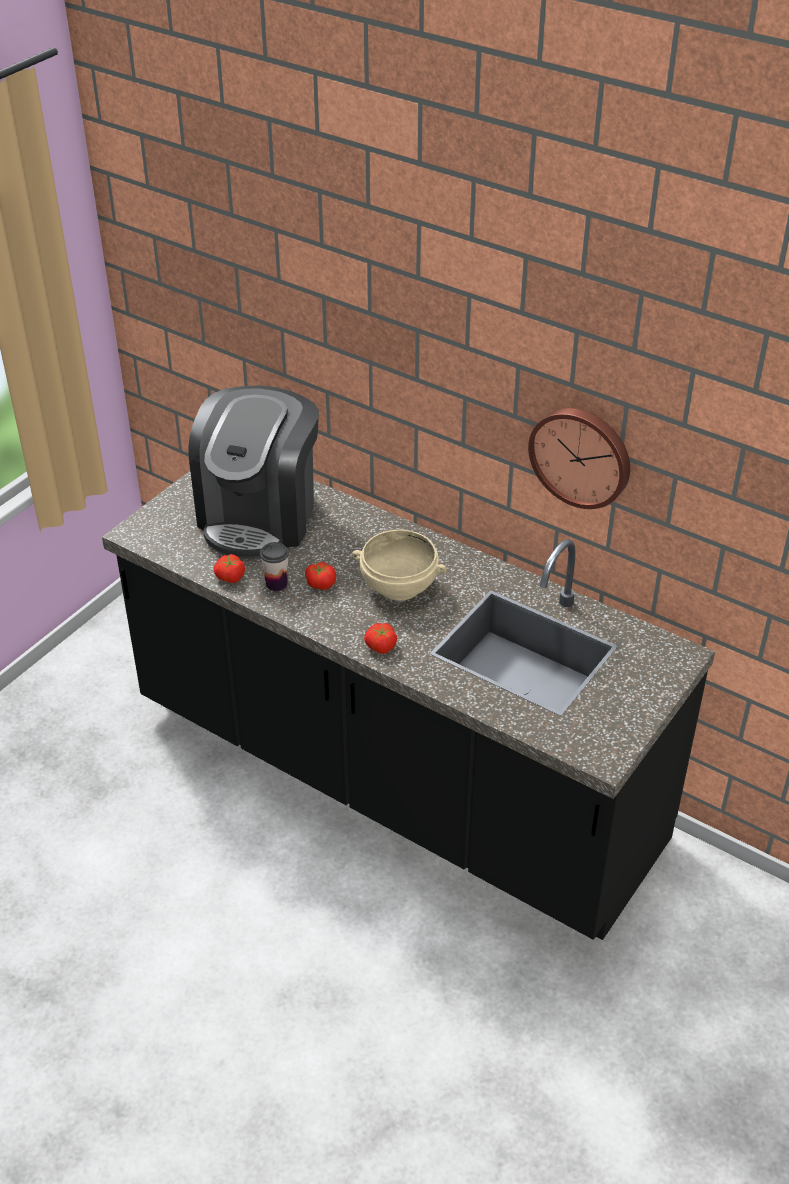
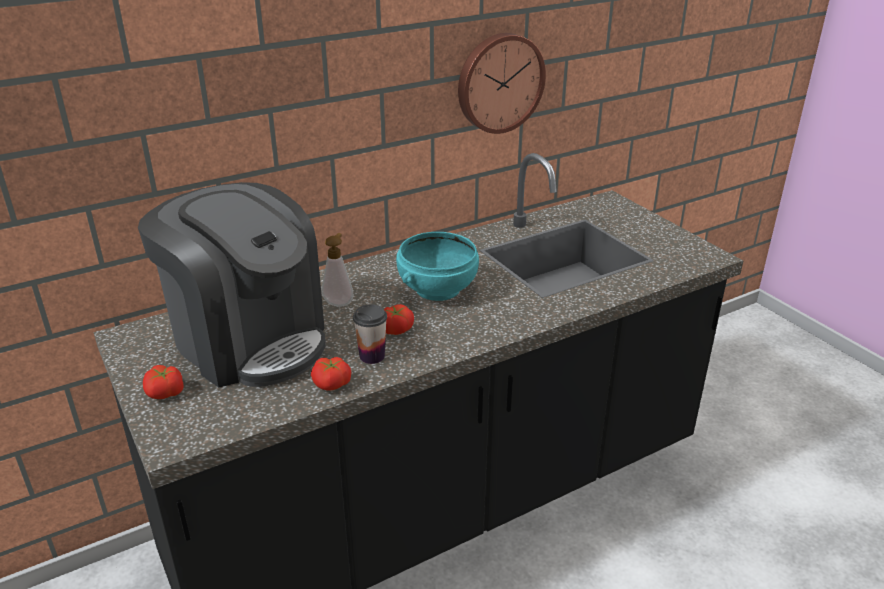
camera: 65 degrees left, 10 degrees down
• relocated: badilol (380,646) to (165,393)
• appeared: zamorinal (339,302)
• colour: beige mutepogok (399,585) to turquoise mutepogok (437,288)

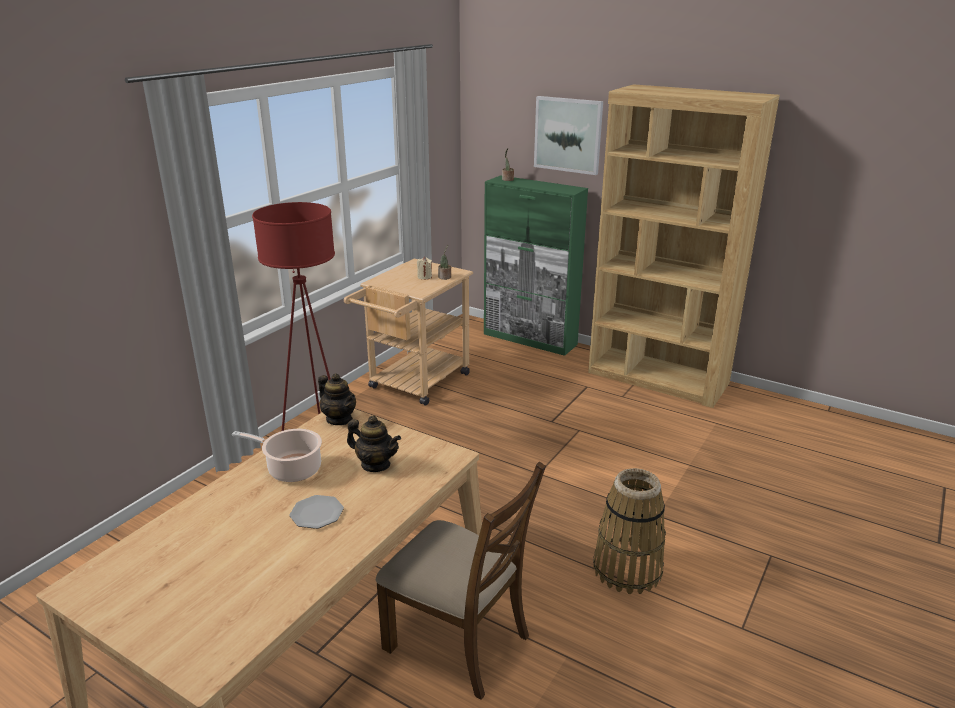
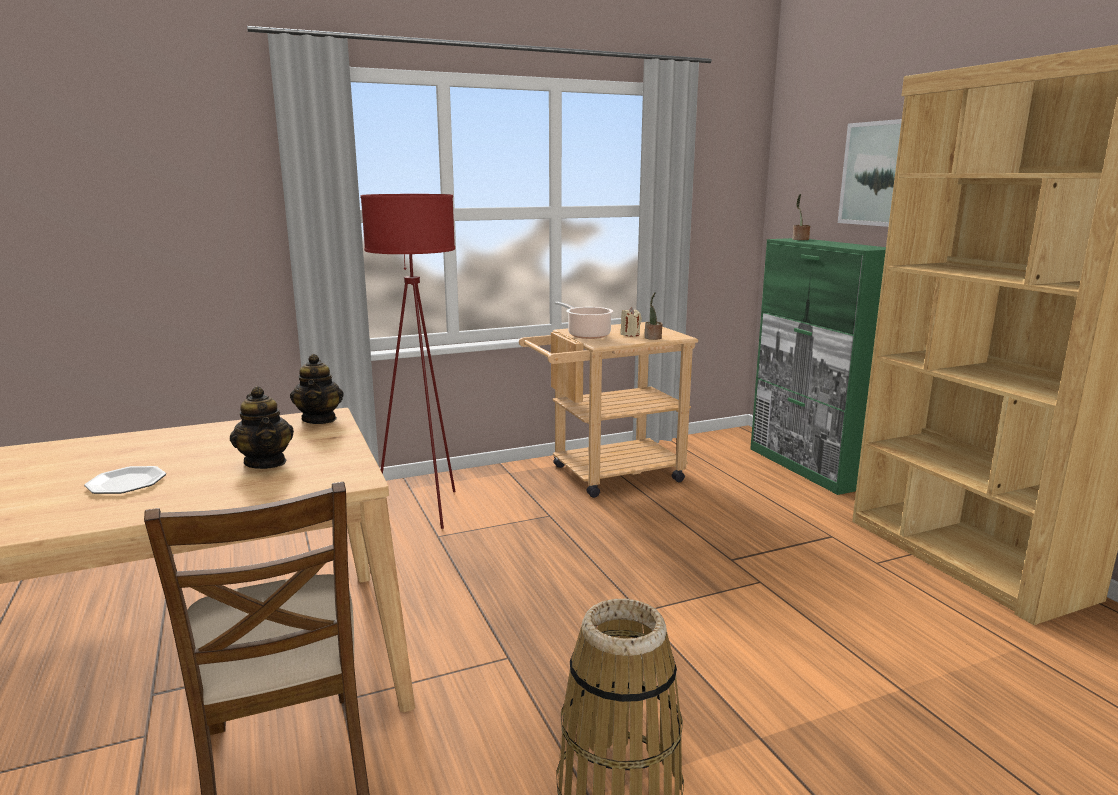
camera: 35 degrees right, 10 degrees down
• relocated: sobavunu (291,469) to (587,335)

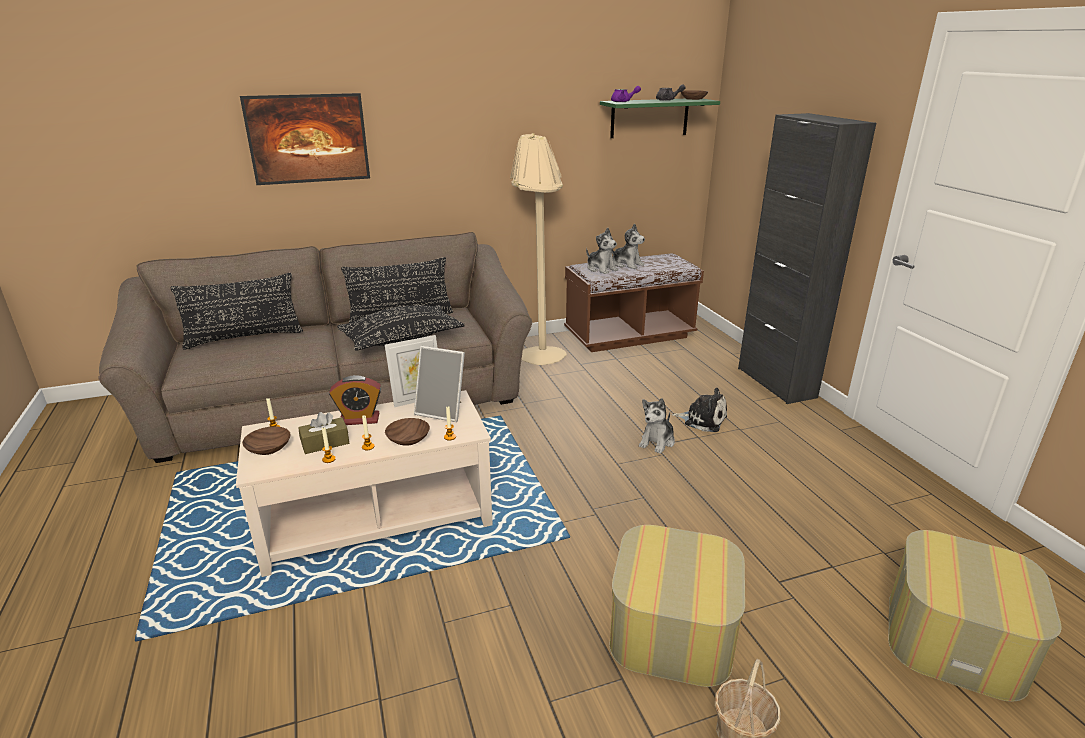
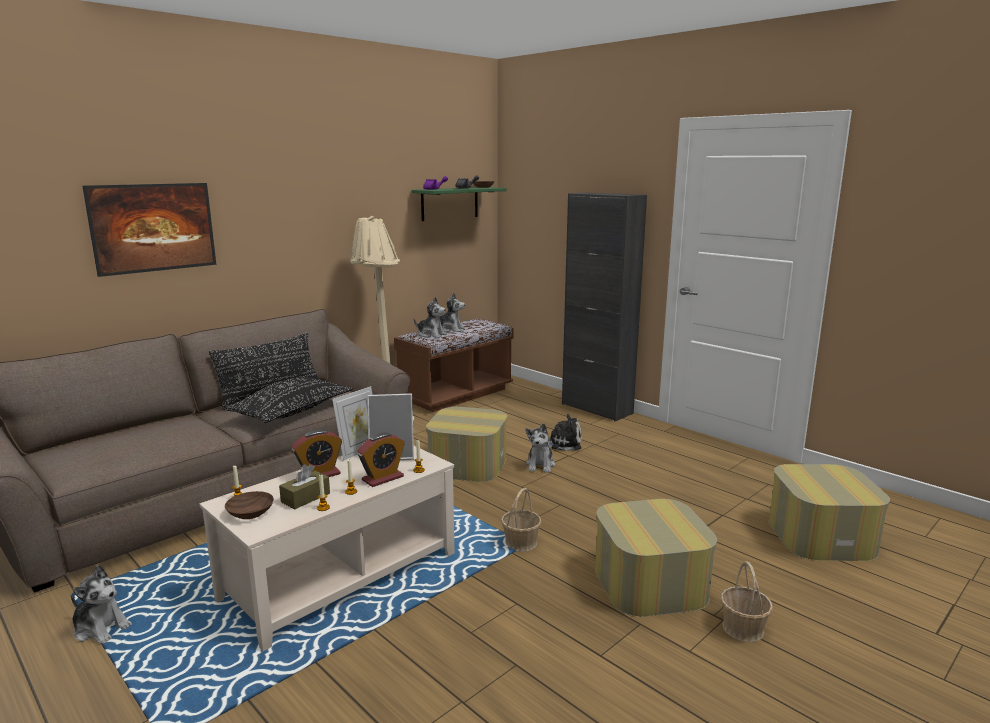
camera: 25 degrees left, 10 degrees down
• appeared: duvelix (101,628)
• exchanged: brown mutepogok (409,438) to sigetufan (382,478)
• appeared: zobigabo (467,464)
• appeared: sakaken (521,542)
• missing: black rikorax (244,337)

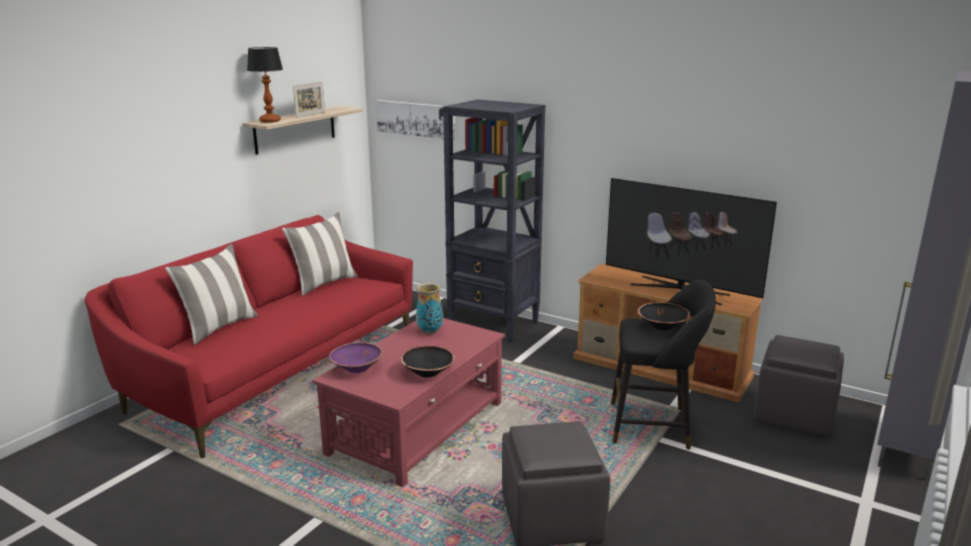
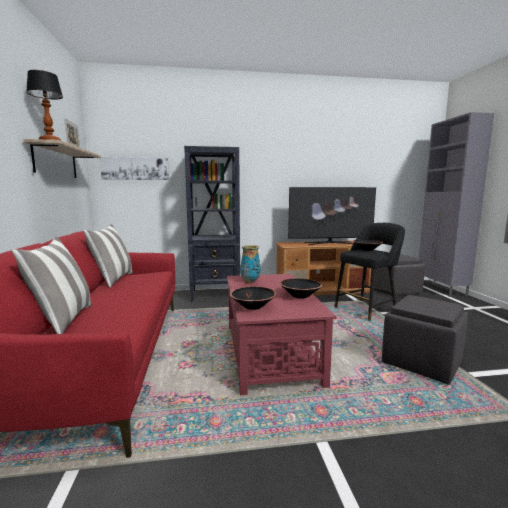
camera: 40 degrees left, 10 degrees down
• colour: purple mutepogok (357,368) to black mutepogok (253,306)

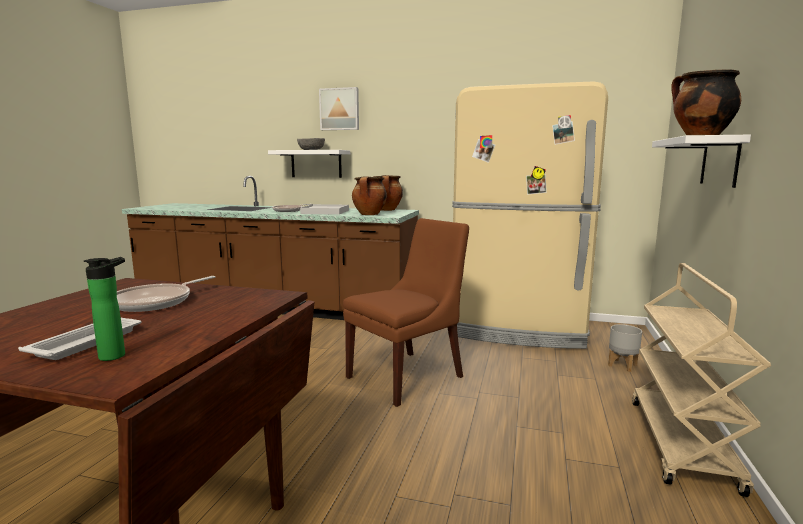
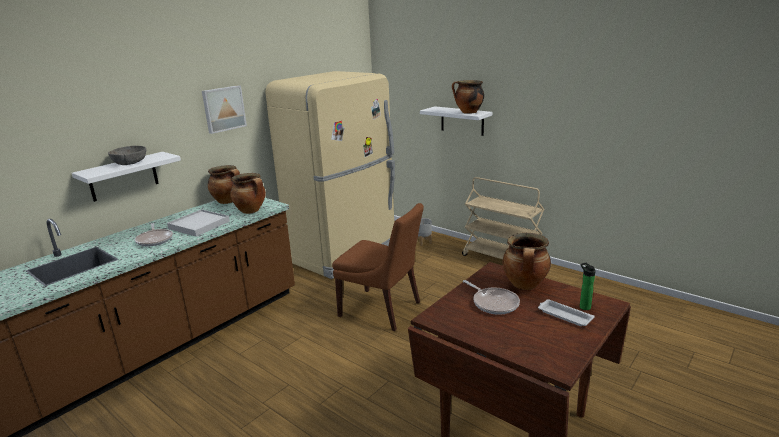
camera: 65 degrees left, 10 degrees up
• relocated: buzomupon (340,109) to (223,109)
• spun: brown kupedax (408,376) = (382,310) 135 degrees clockwise
• appeared: sobavunu (525,285)

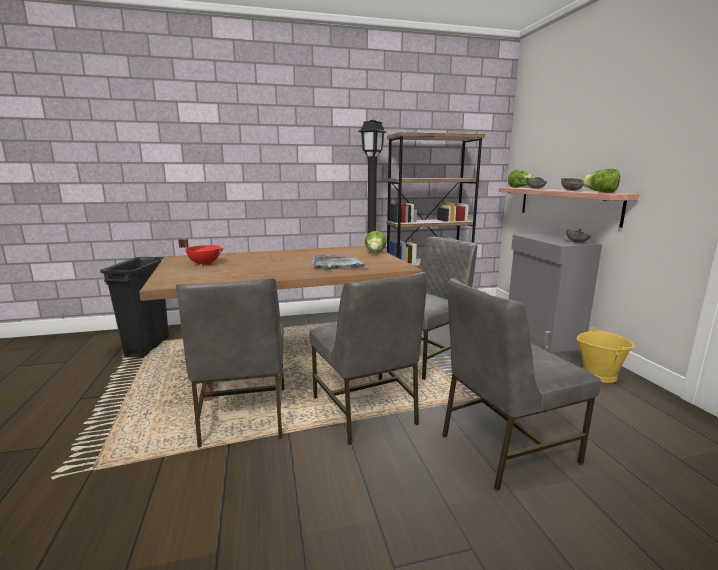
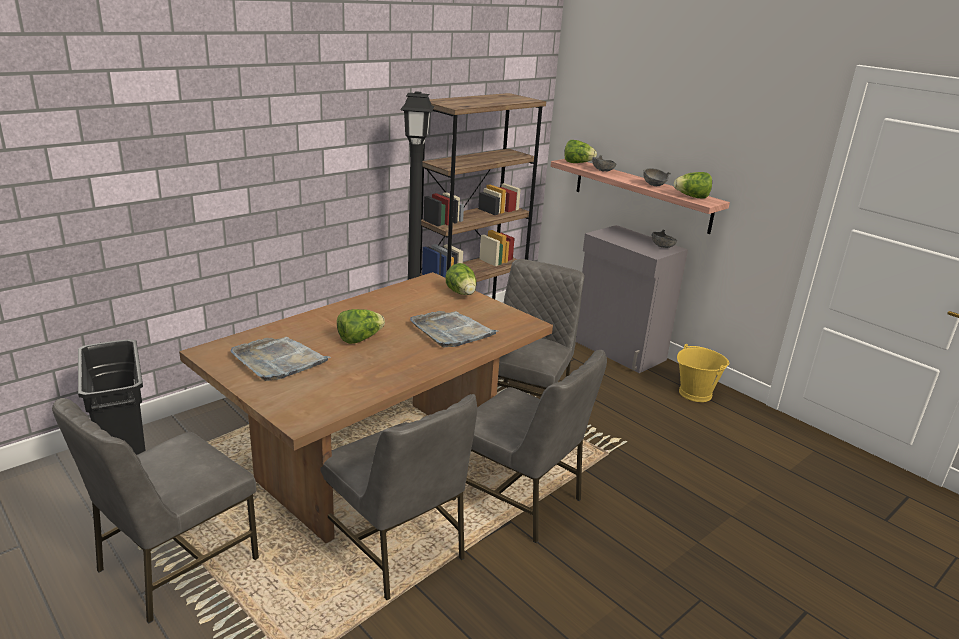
camera: 30 degrees left, 10 degrees up
• relocated: grey kupedax (505,447) to (174,564)
• exchanged: red sobavunu (205,264) to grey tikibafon (279,361)
• appeared: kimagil (359,339)

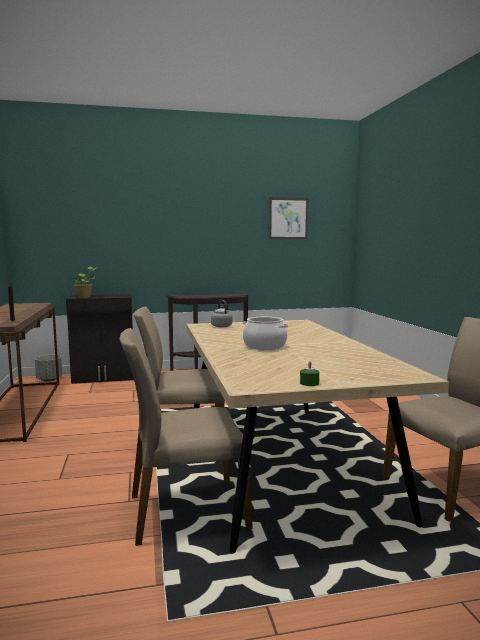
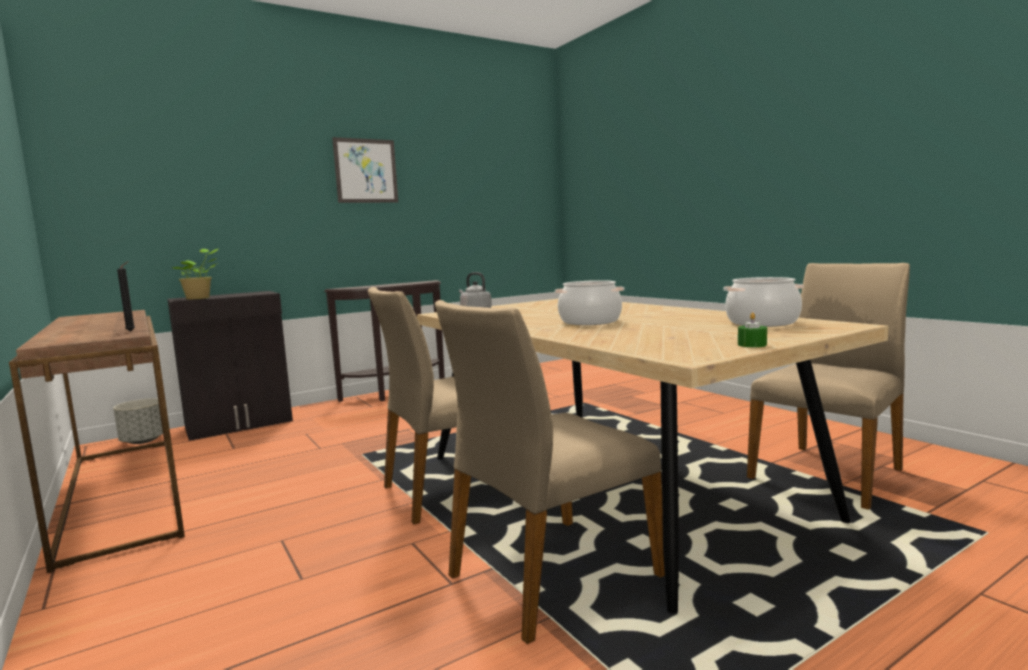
camera: 20 degrees left, 0 degrees up
• relocated: buzomupon (288,218) to (366,171)
• appeared: sobavunu (762,323)

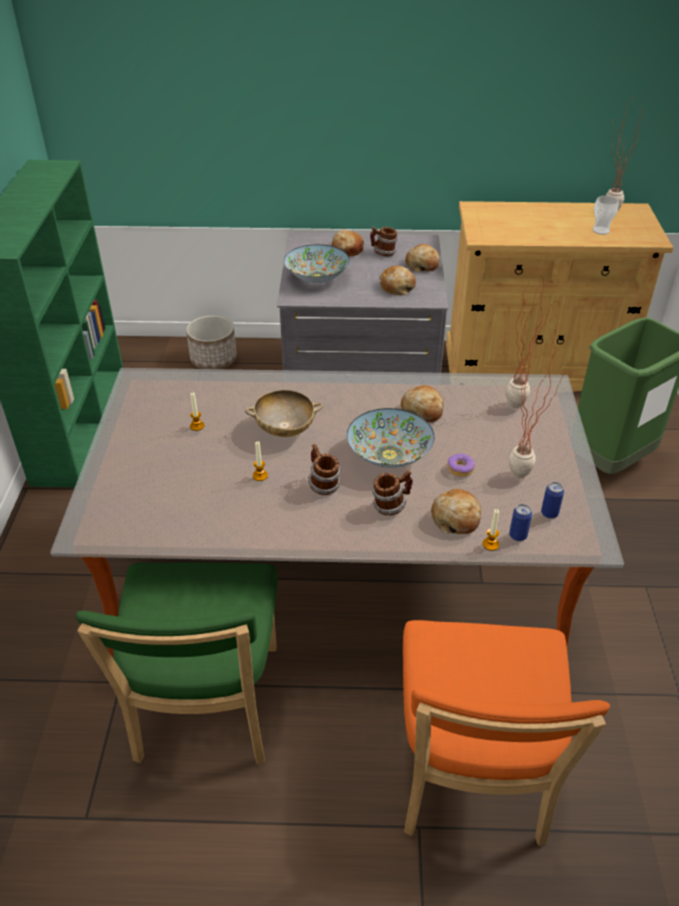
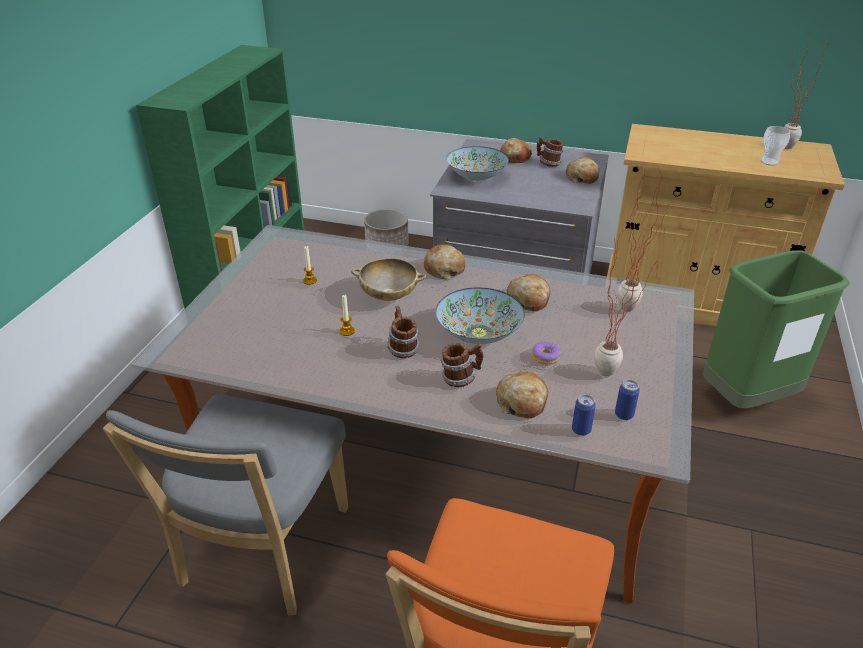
camera: 15 degrees right, 5 degrees down
• colour: green kupedax (206,710) to grey kupedax (261,552)
• relocated: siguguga (397,287) to (444,269)
• missing: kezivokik (490,544)

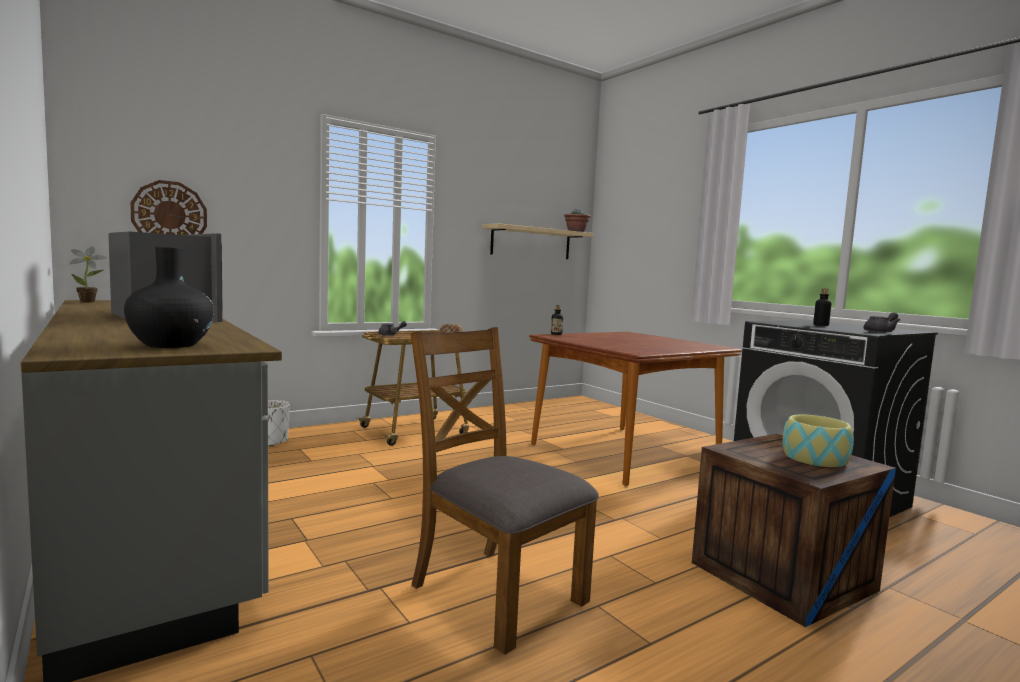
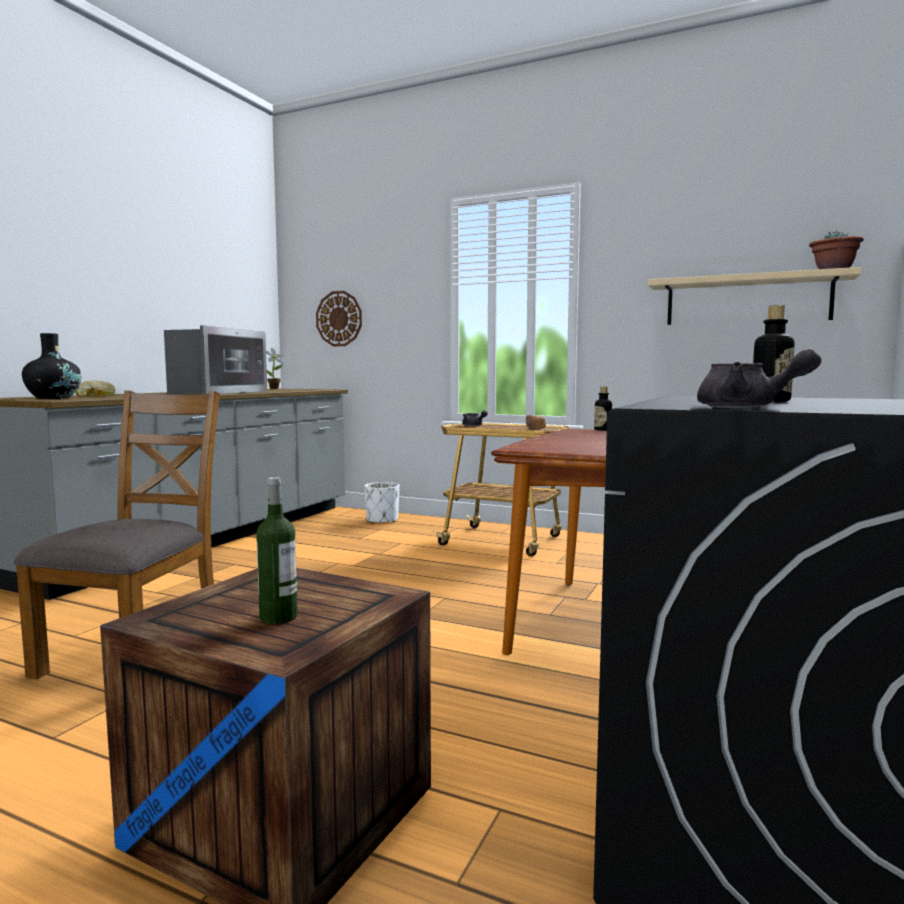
camera: 60 degrees right, 0 degrees up
• appeared: siguguga (97,395)
• exchanged: mutepogok (814,458) to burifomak (278,617)

